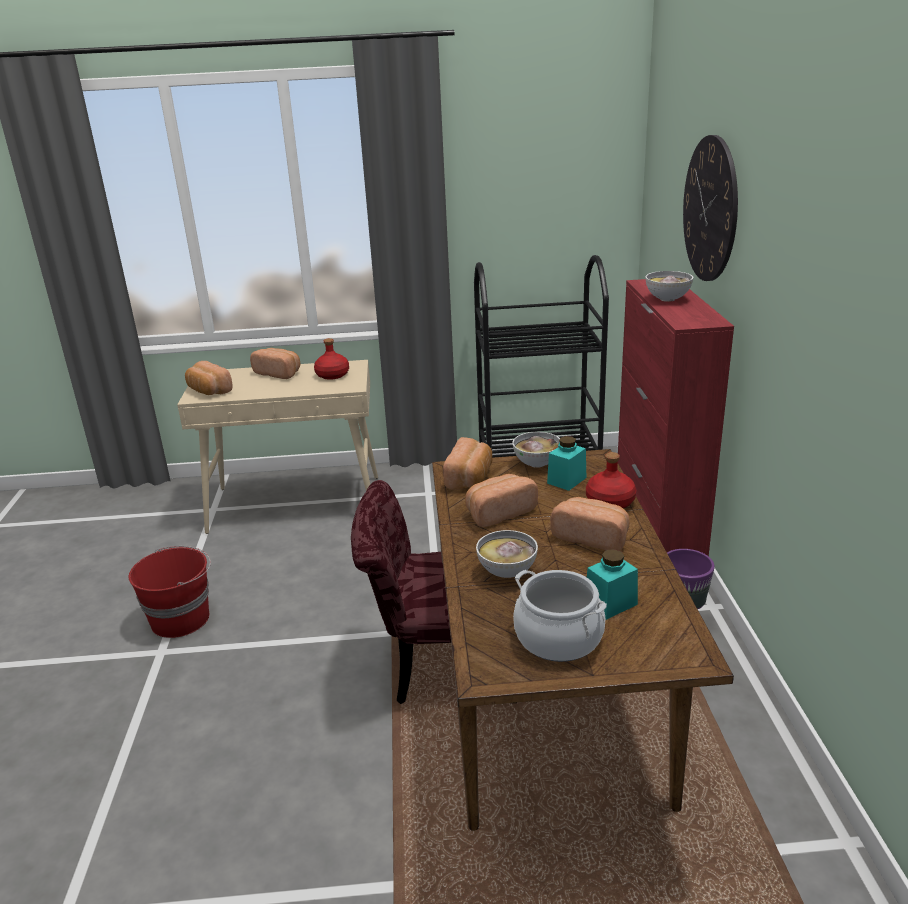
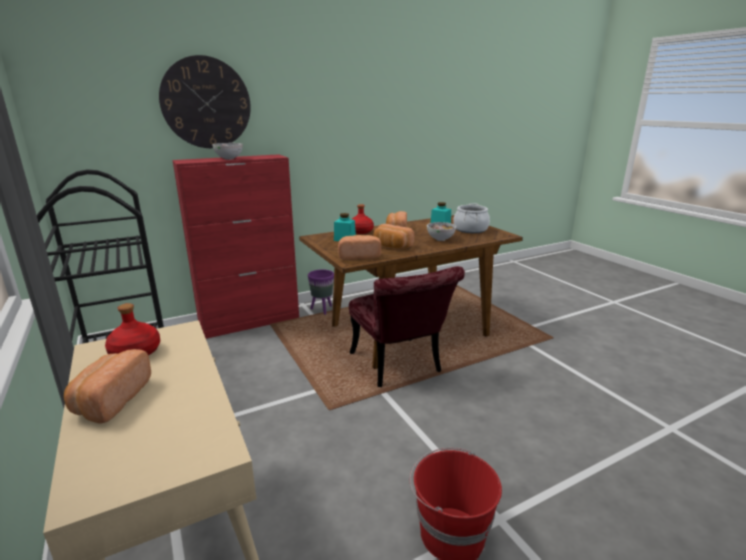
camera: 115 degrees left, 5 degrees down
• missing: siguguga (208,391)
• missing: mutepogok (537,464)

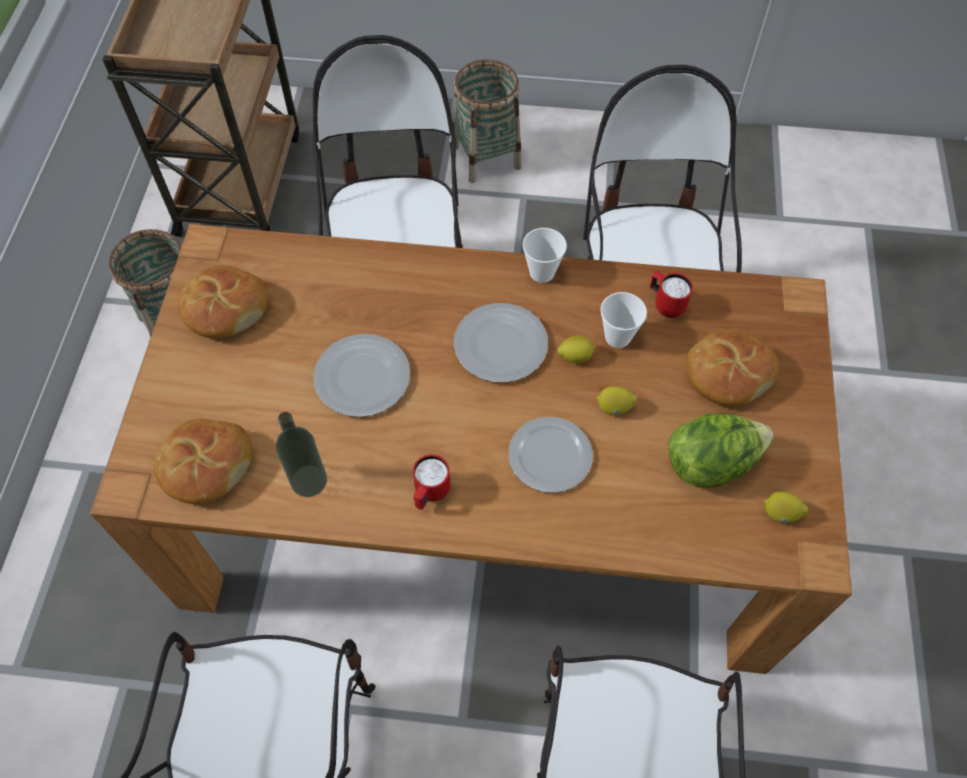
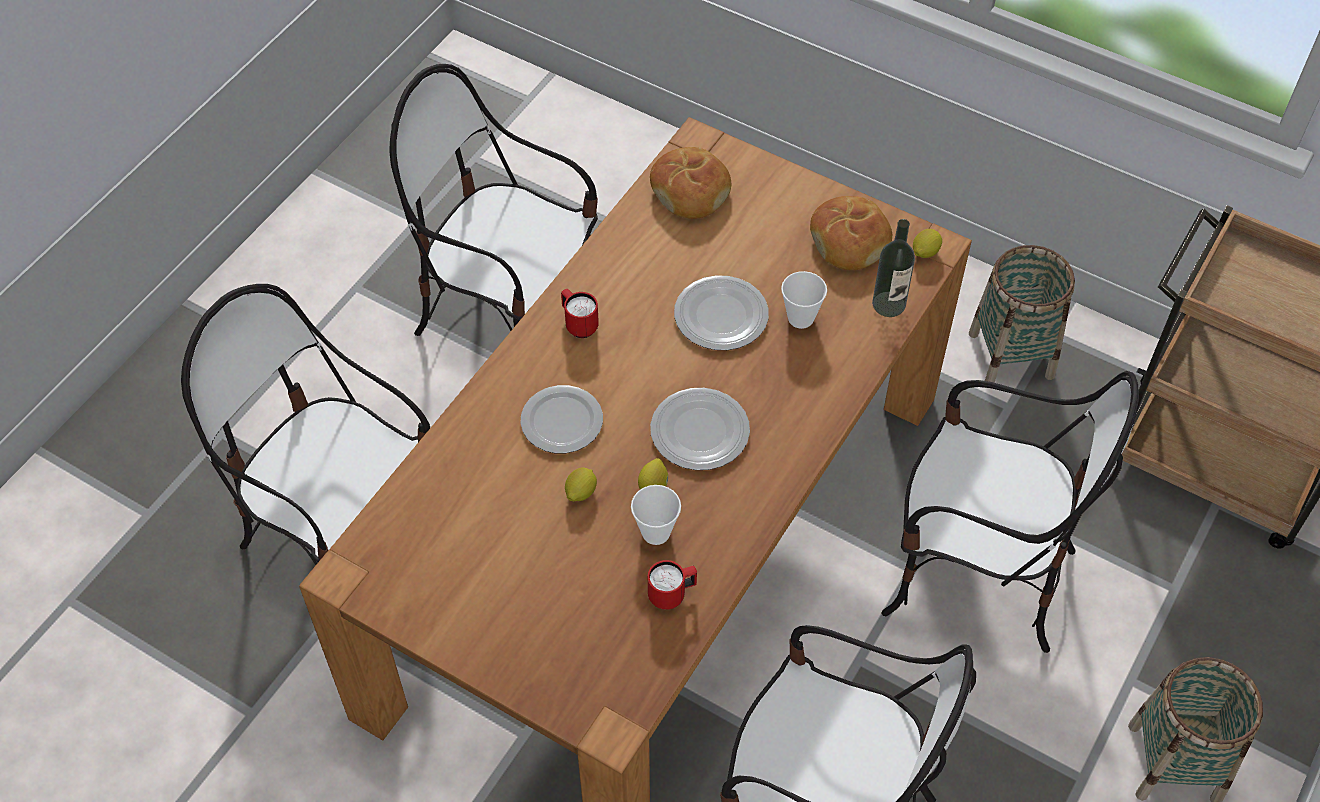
camera: 115 degrees right, 5 degrees down
• relocated: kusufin (542,272) to (800,318)
• relocated: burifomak (309,480) to (888,304)
• relocated: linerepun (780,513) to (924,252)
• missing: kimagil (710,463)
• missing: siguguga (726,374)

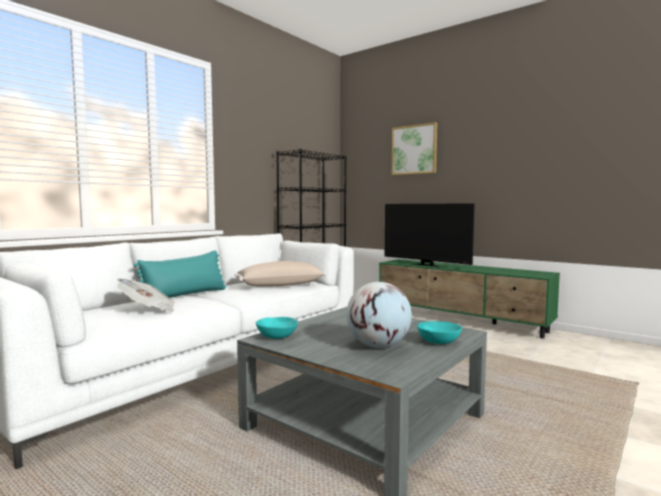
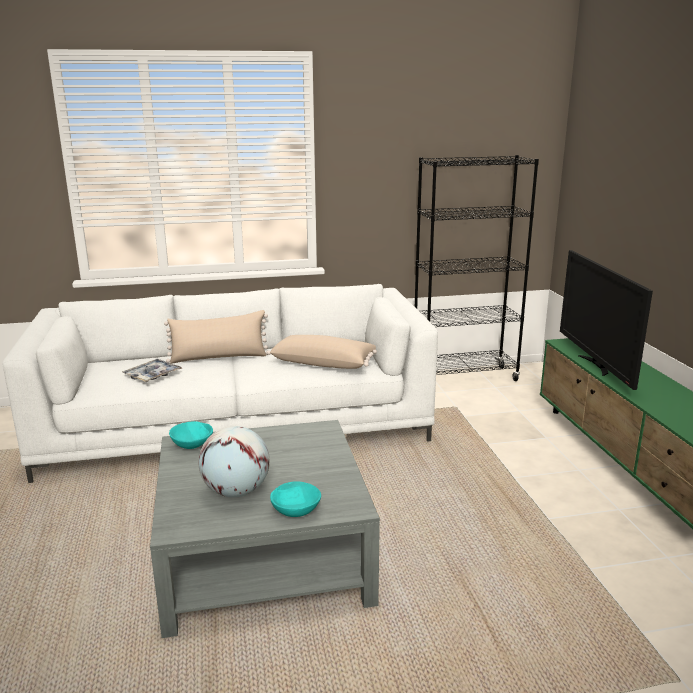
camera: 40 degrees right, 15 degrees up
• exchanged: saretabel (148,310) to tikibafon (152,375)
• colour: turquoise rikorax (185,295) to beige rikorax (219,357)
• missing: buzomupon (414,150)

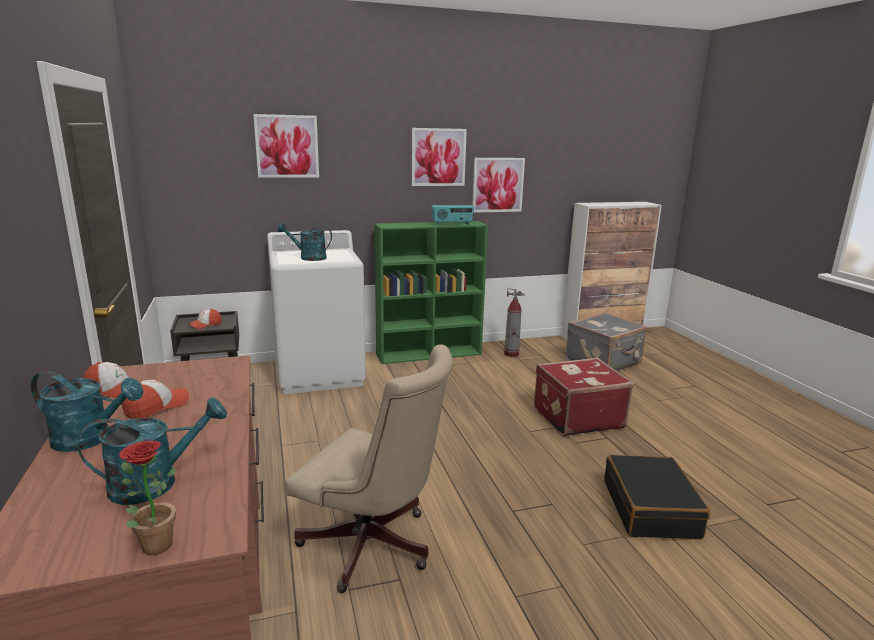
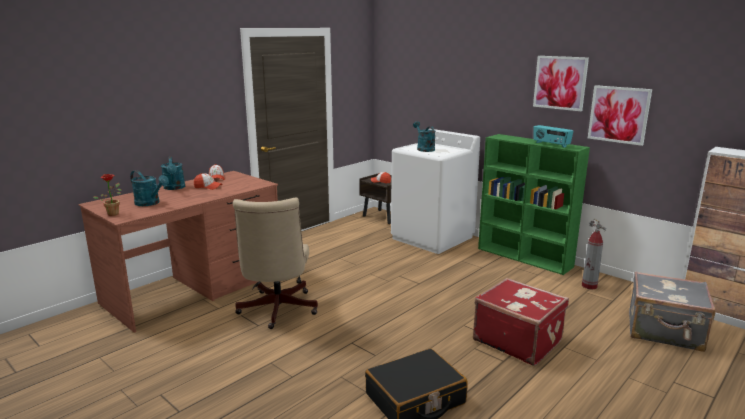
camera: 60 degrees right, 0 degrees up
• missing: buzomupon (287,146)

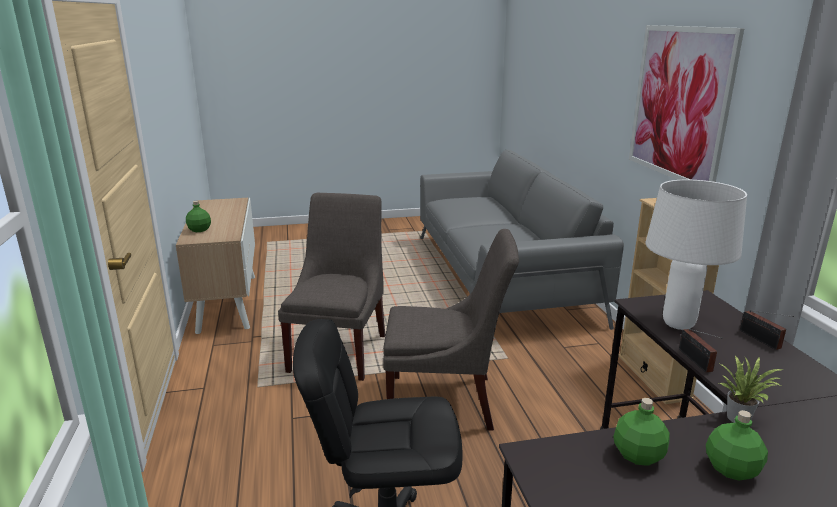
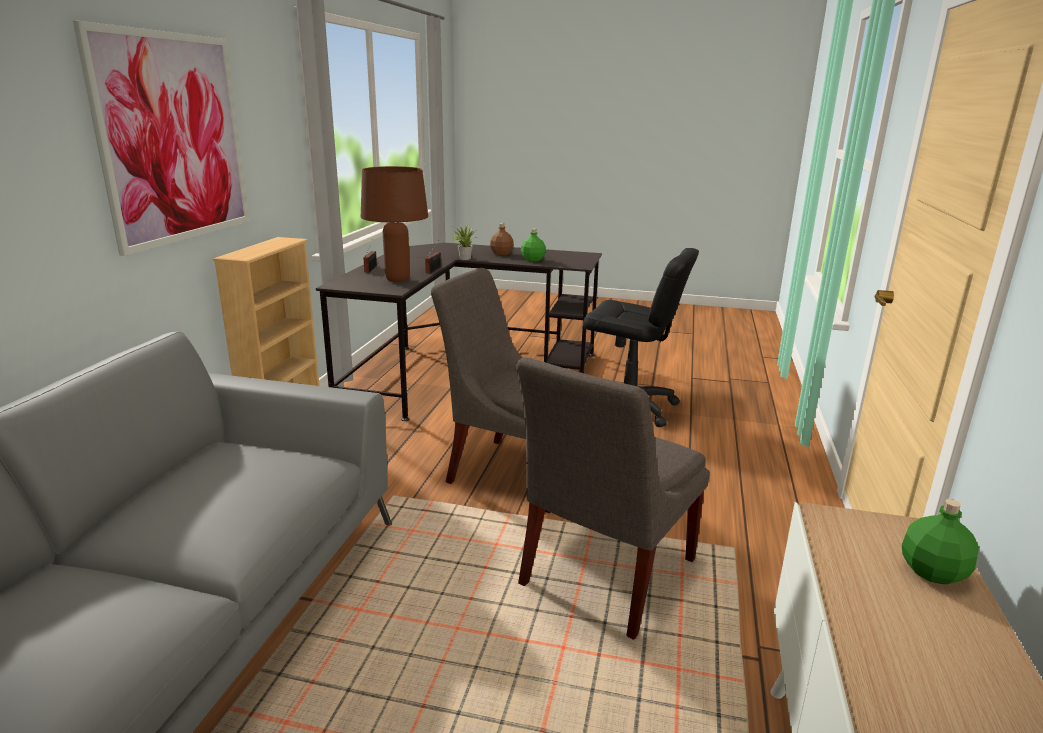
camera: 155 degrees left, 0 degrees up
• colour: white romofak (679,324) to brown romofak (397,279)
• colour: green burifomak (732,469) to brown burifomak (501,253)

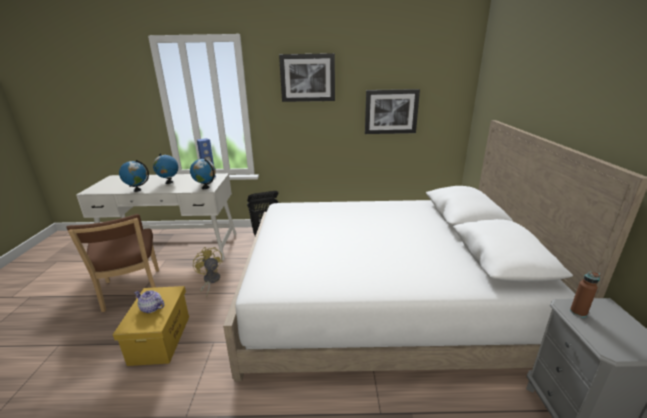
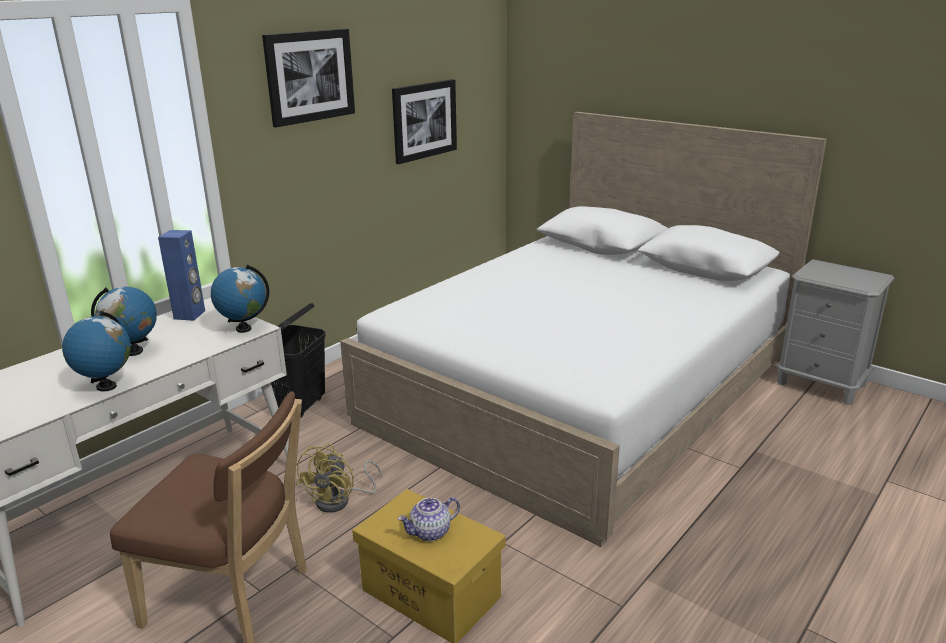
camera: 50 degrees left, 0 degrees up
• spun: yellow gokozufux (210,281) = (340,500) 75 degrees counterclockwise
• missing: brown burifomak (578,312)

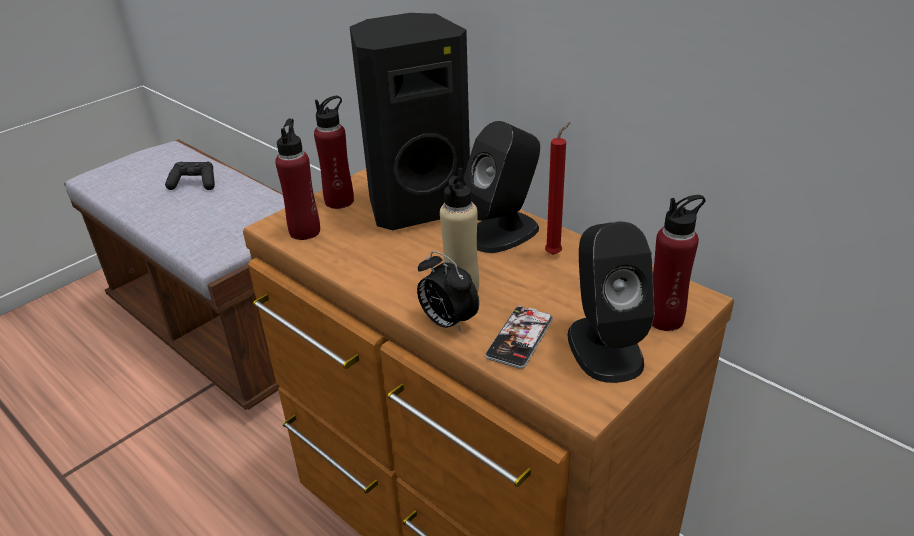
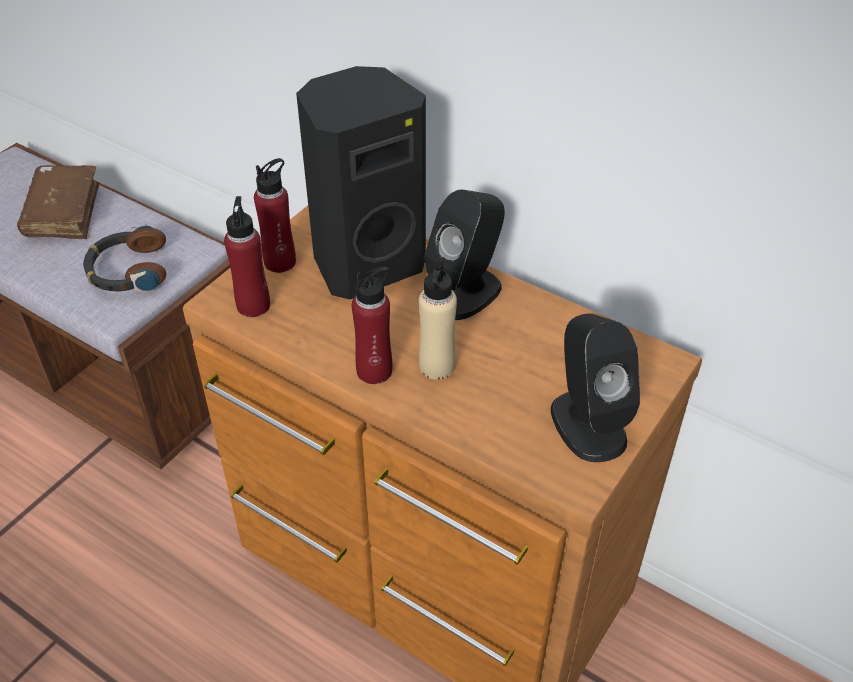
camera: 10 degrees left, 10 degrees up
• exchanged: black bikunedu (194,184) to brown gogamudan (63,212)
• appeared: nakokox (128,270)
• relocated: red burifomak (664,319) to (374,371)
• missing: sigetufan (447,322)
• missing: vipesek (519,338)
• missing: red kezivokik (555,253)

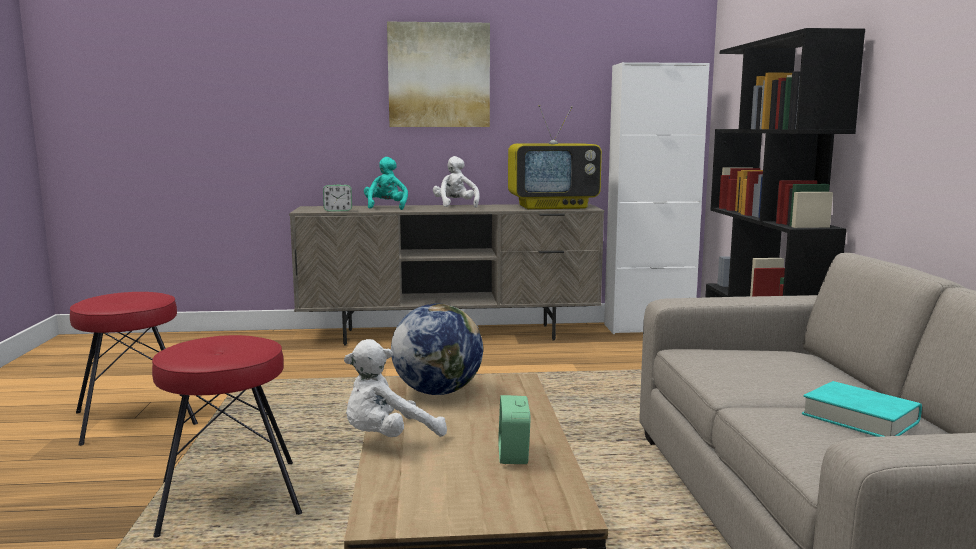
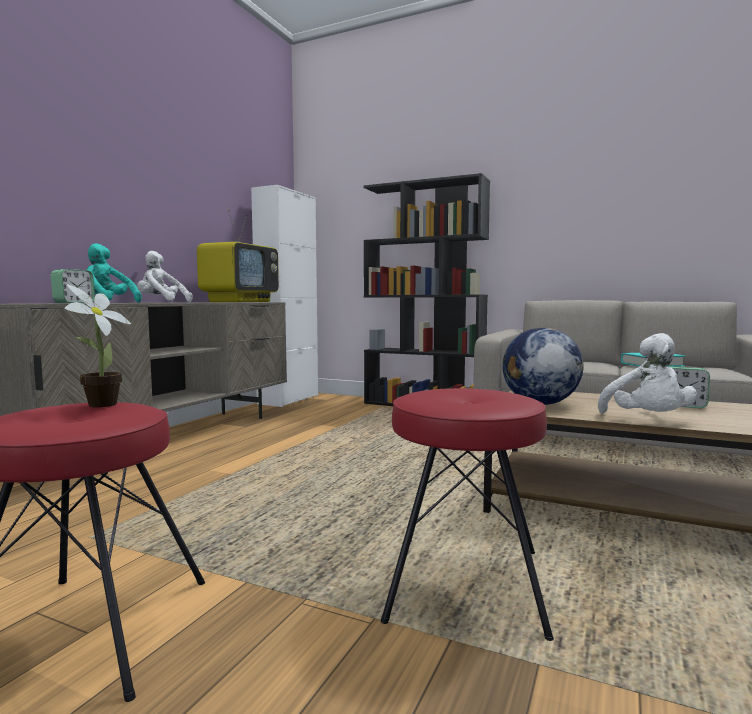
camera: 60 degrees left, 5 degrees down
• appeared: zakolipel (98,405)
• missing: buzomupon (439,75)

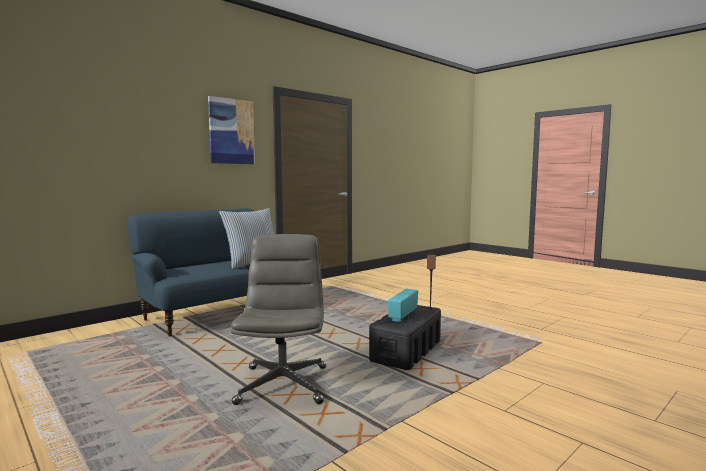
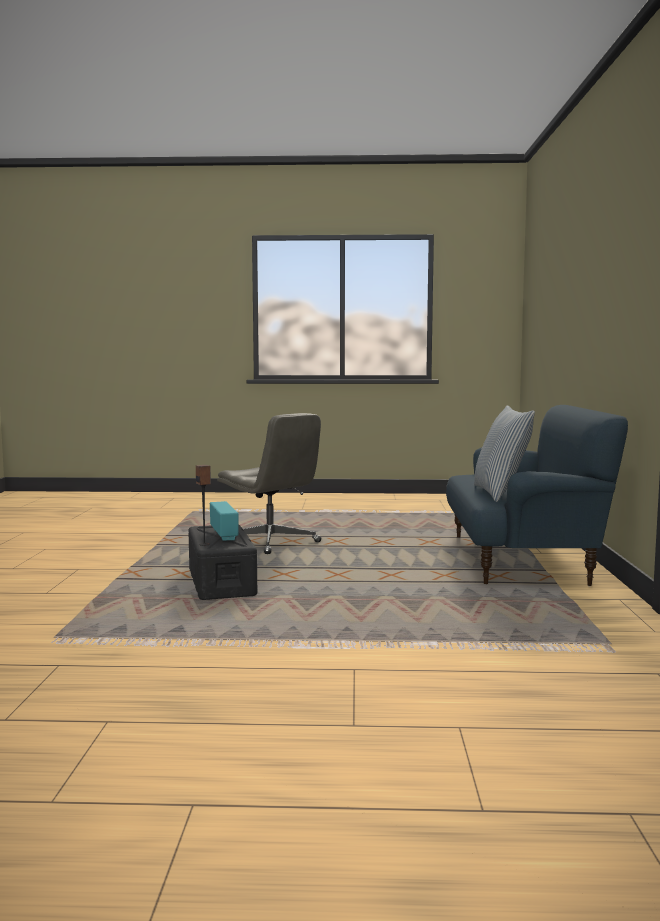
camera: 135 degrees right, 0 degrees up
• missing: buzomupon (231,131)

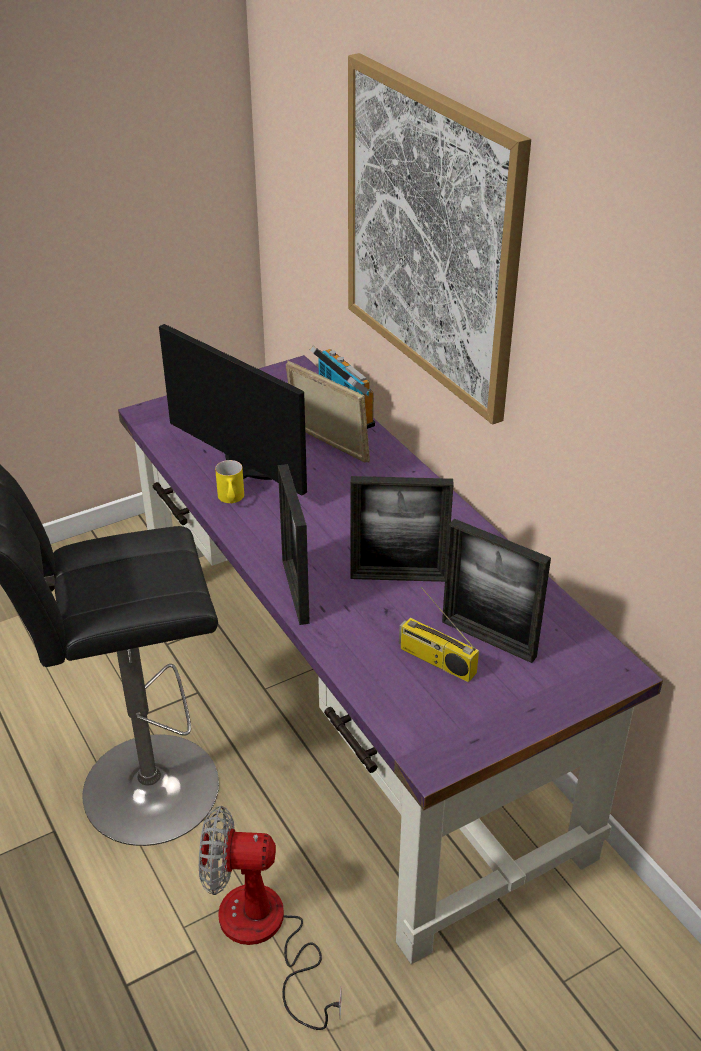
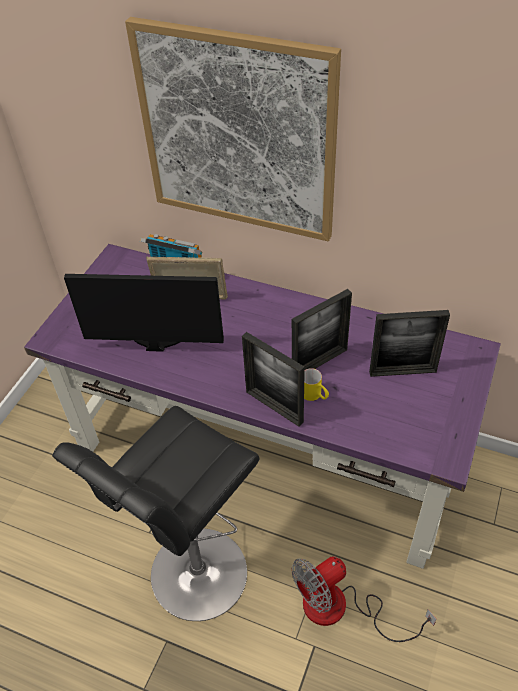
camera: 35 degrees left, 10 degrees up
• relocated: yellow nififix (231,500) to (315,396)
• missing: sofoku (435,661)

